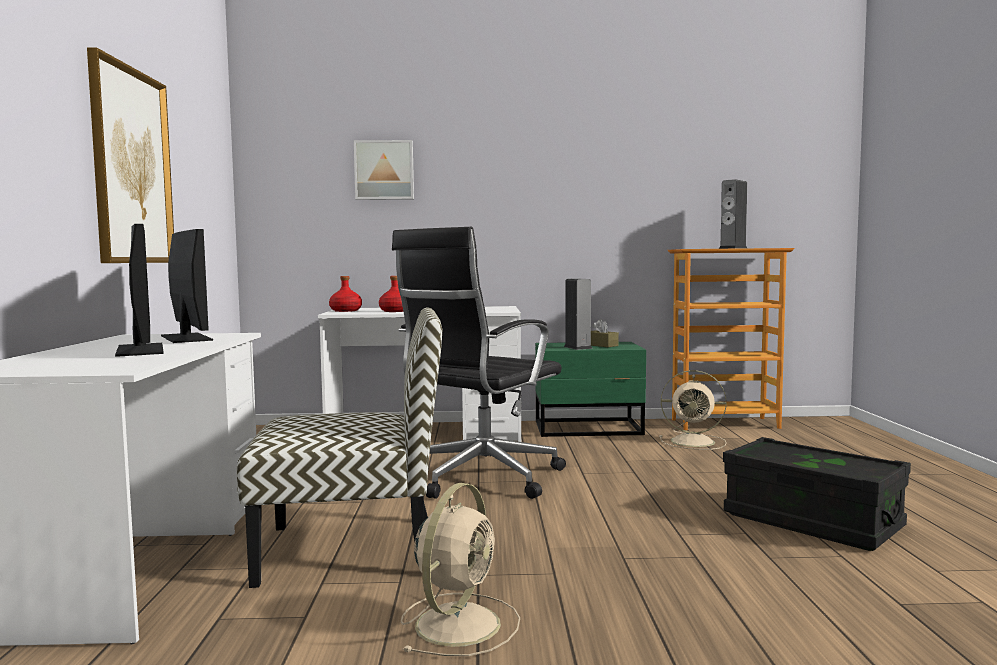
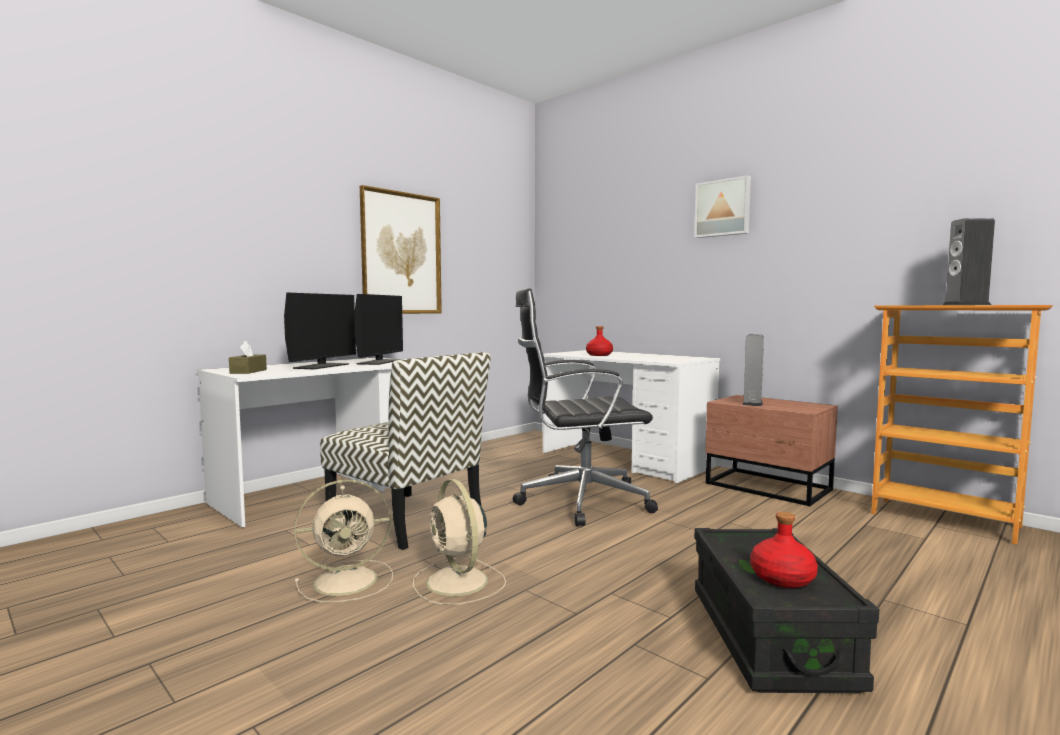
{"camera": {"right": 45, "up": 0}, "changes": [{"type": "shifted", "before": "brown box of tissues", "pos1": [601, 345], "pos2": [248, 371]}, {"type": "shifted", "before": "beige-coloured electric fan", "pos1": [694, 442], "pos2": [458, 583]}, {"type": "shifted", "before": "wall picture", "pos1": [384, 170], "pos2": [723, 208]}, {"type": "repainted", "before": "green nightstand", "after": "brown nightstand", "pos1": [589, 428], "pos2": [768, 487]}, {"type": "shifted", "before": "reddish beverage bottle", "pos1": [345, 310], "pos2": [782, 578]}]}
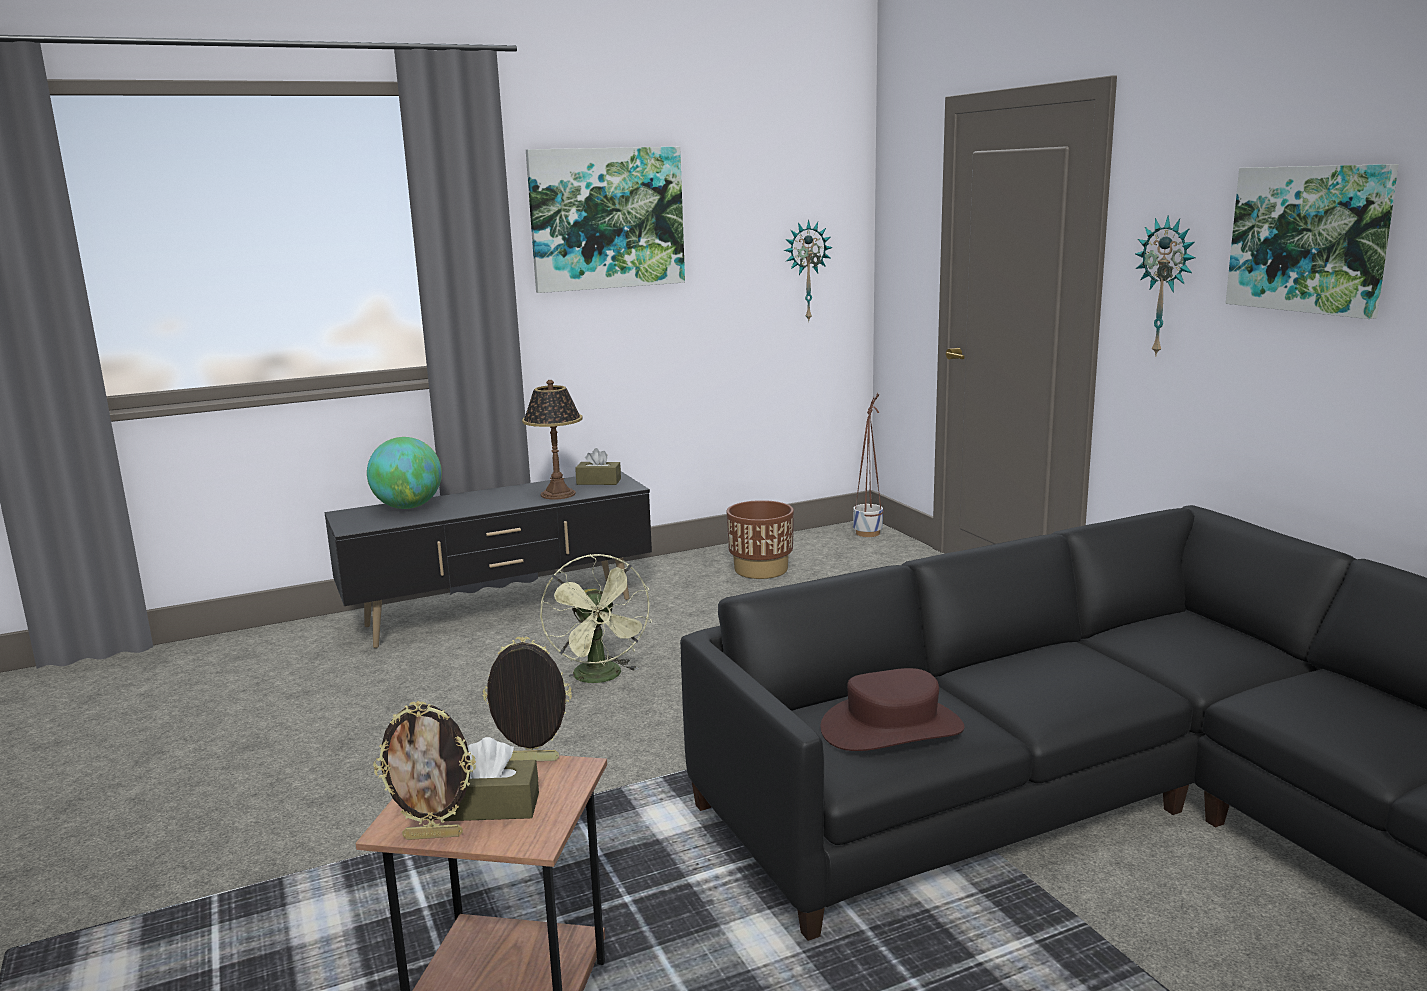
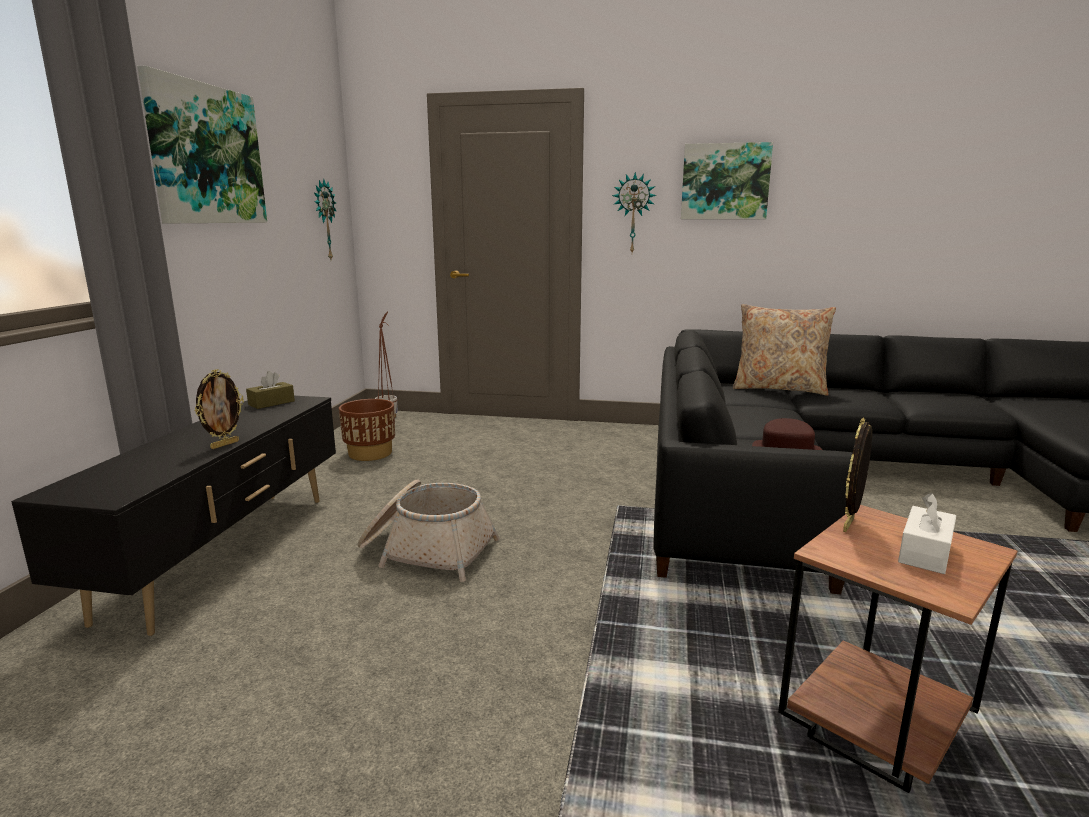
{"camera": {"right": -55, "up": 0}, "changes": [{"type": "shifted", "before": "photo frame", "pos1": [434, 835], "pos2": [224, 444]}, {"type": "swapped", "before": "green electric fan", "after": "household basket", "pos1": [602, 678], "pos2": [426, 550]}, {"type": "new", "after": "beige-coloured cushion", "pos2": [779, 388]}, {"type": "repainted", "before": "brown box of tissues", "after": "whitish box of tissues", "pos1": [492, 807], "pos2": [925, 553]}, {"type": "gone", "before": "globe", "pos1": [408, 507]}, {"type": "gone", "before": "lamp for a table", "pos1": [557, 494]}]}
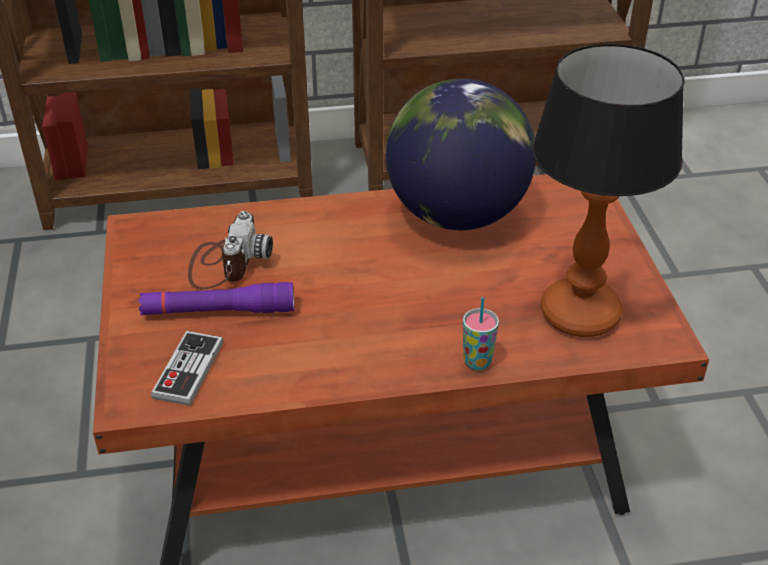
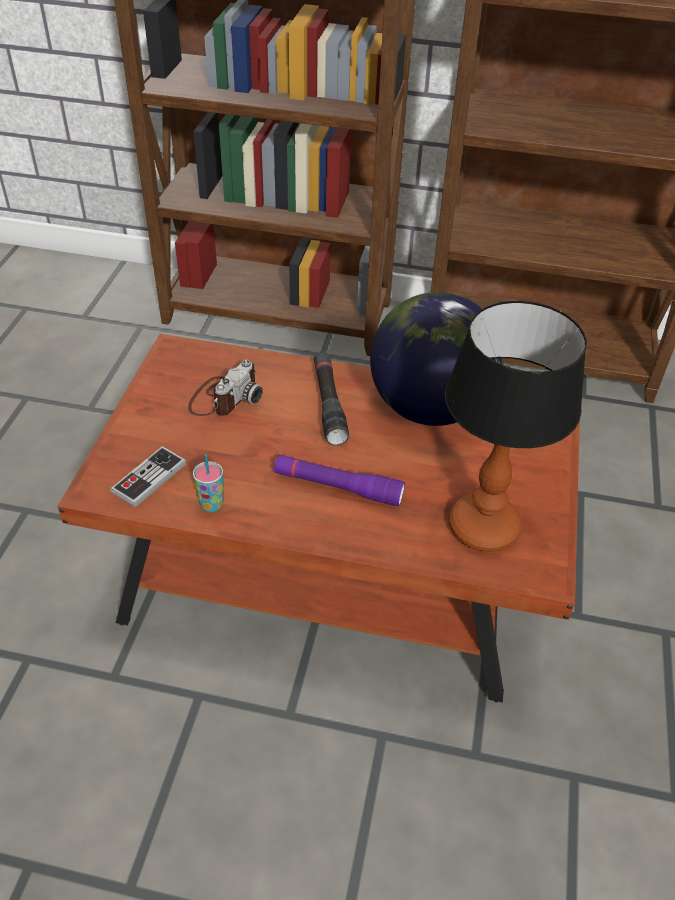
{"camera": {"right": 20, "up": 5}, "changes": [{"type": "shifted", "before": "drinking cup", "pos1": [477, 362], "pos2": [211, 504]}, {"type": "shifted", "before": "purplish torch", "pos1": [218, 311], "pos2": [337, 487]}, {"type": "new", "after": "black-coloured torch", "pos2": [329, 404]}]}
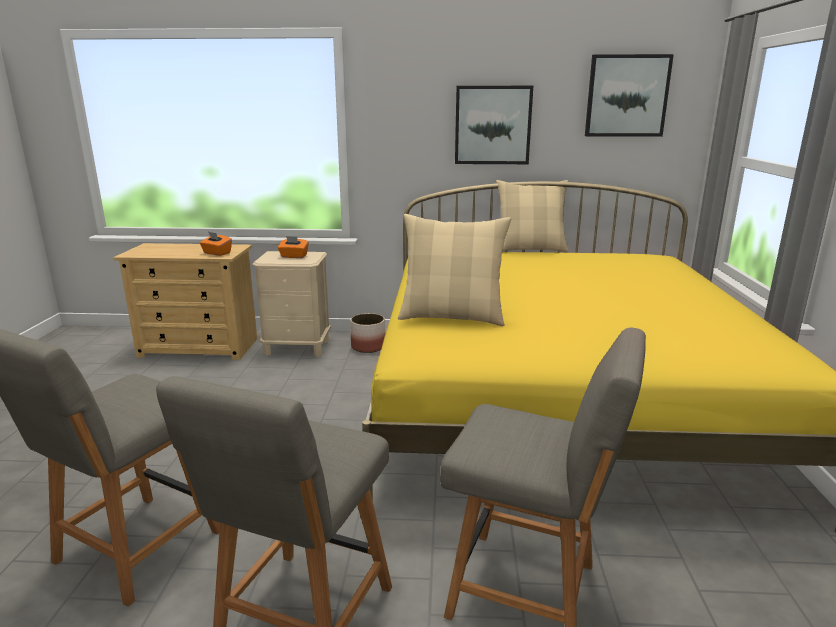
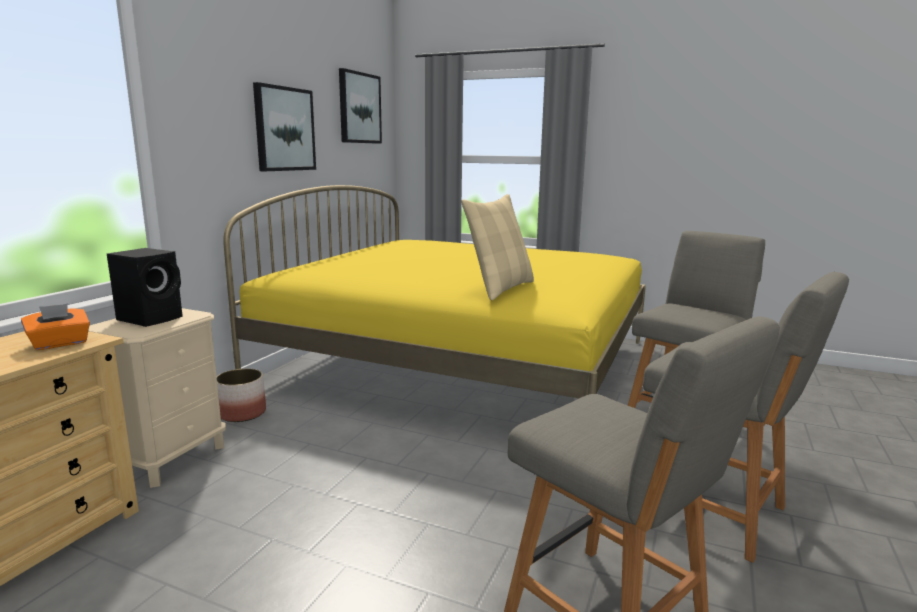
{"camera": {"right": -70, "up": -5}, "changes": [{"type": "swapped", "before": "orange box of tissues", "after": "black-coloured loudspeaker", "pos1": [294, 256], "pos2": [152, 318]}, {"type": "gone", "before": "beige-coloured cushion", "pos1": [530, 249]}]}
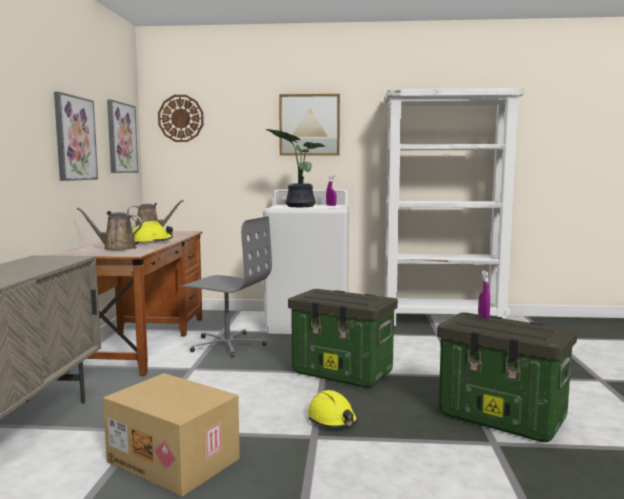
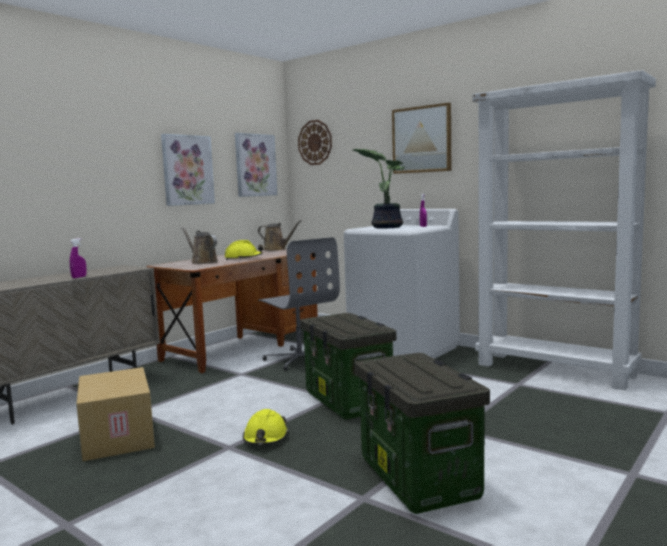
{"camera": {"right": 35, "up": 0}, "changes": [{"type": "shifted", "before": "purplish sprayer", "pos1": [483, 316], "pos2": [79, 277]}]}
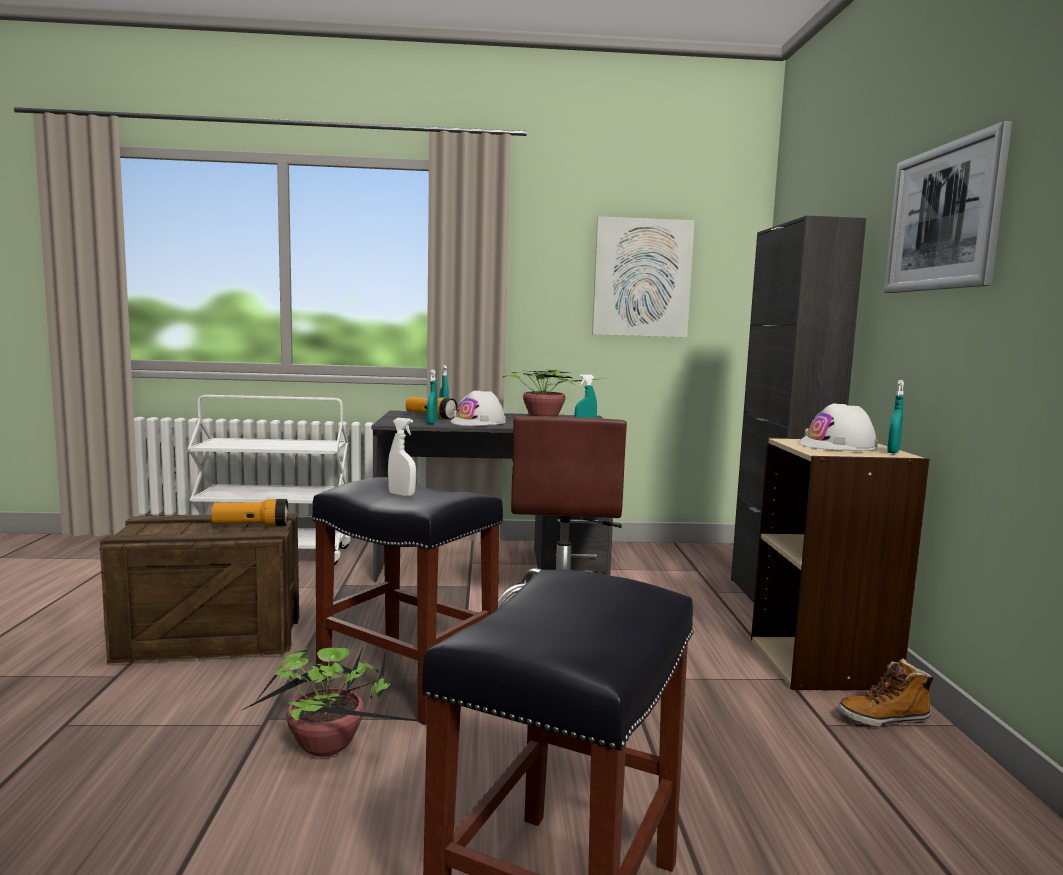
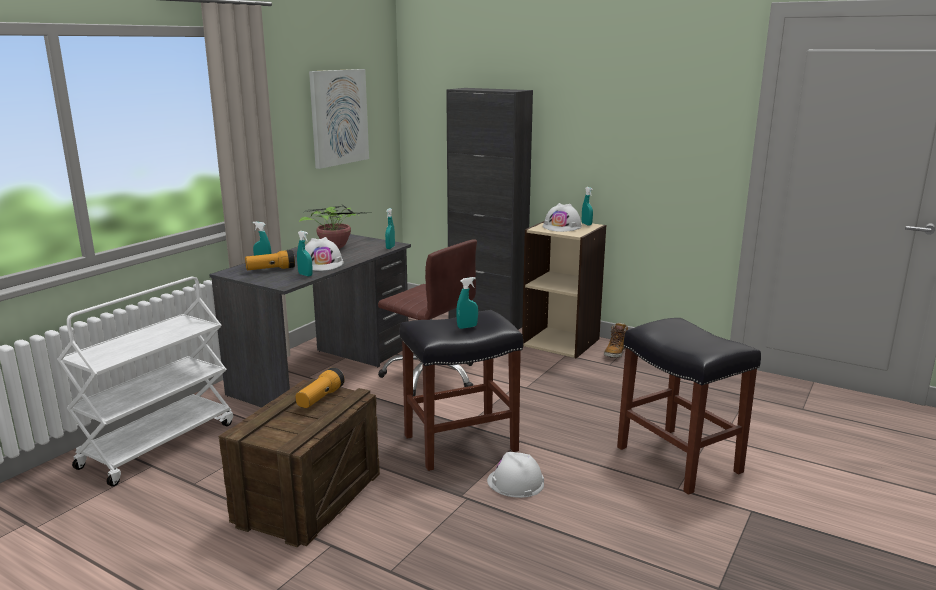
{"camera": {"right": -55, "up": 10}, "changes": [{"type": "repainted", "before": "whitish sprayer", "after": "blue-green sprayer", "pos1": [401, 495], "pos2": [467, 327]}, {"type": "swapped", "before": "plant in a pot", "after": "whitish work helmet", "pos1": [330, 748], "pos2": [515, 482]}, {"type": "gone", "before": "wall picture", "pos1": [943, 218]}]}
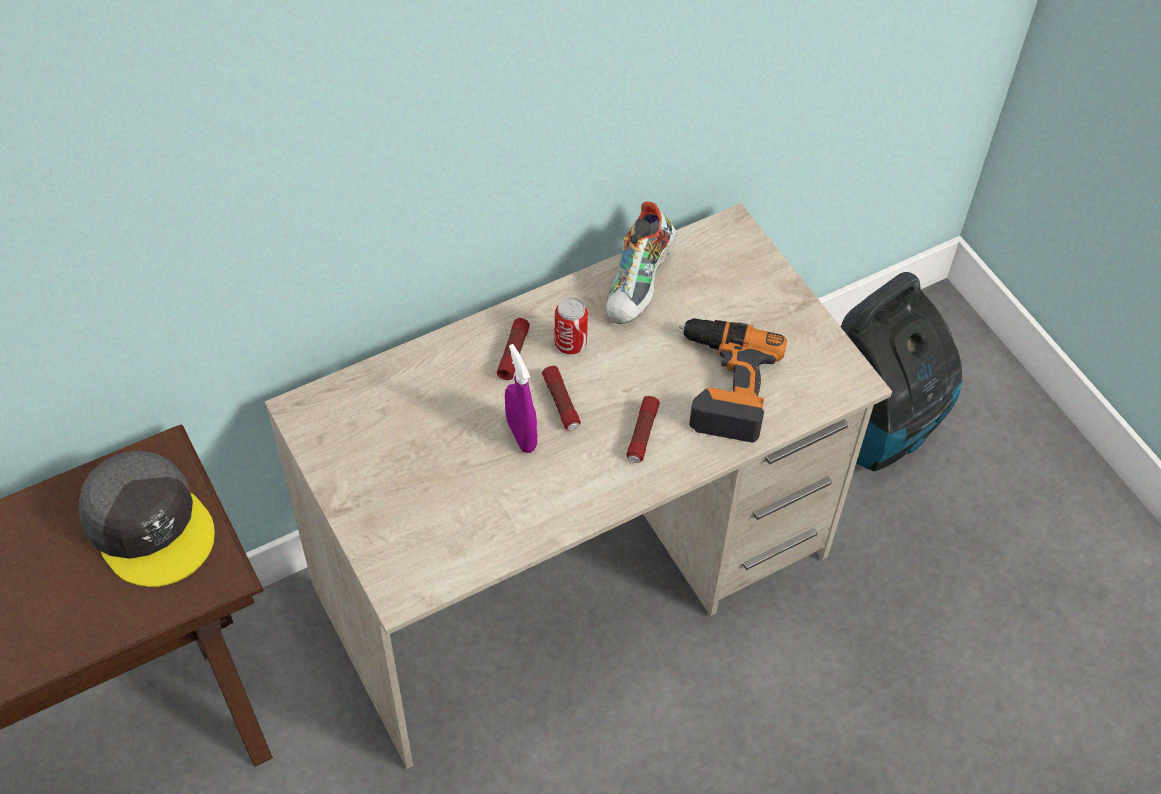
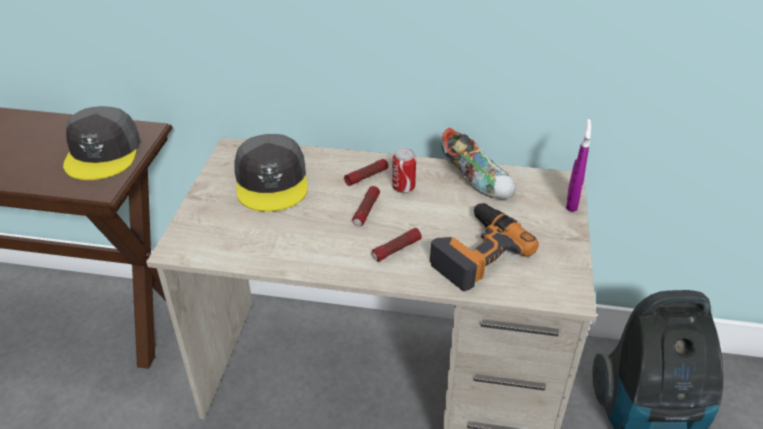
{"camera": {"right": 40, "up": -15}, "changes": [{"type": "new", "after": "gray peaked cap", "pos2": [272, 181]}, {"type": "rotated", "before": "item of footwear", "pos1": [640, 285], "pos2": [476, 181], "turn": -105}, {"type": "shifted", "before": "purplish sprayer", "pos1": [521, 435], "pos2": [572, 202]}]}
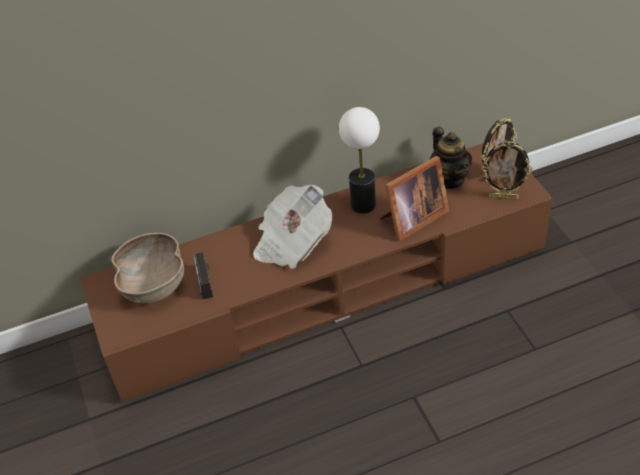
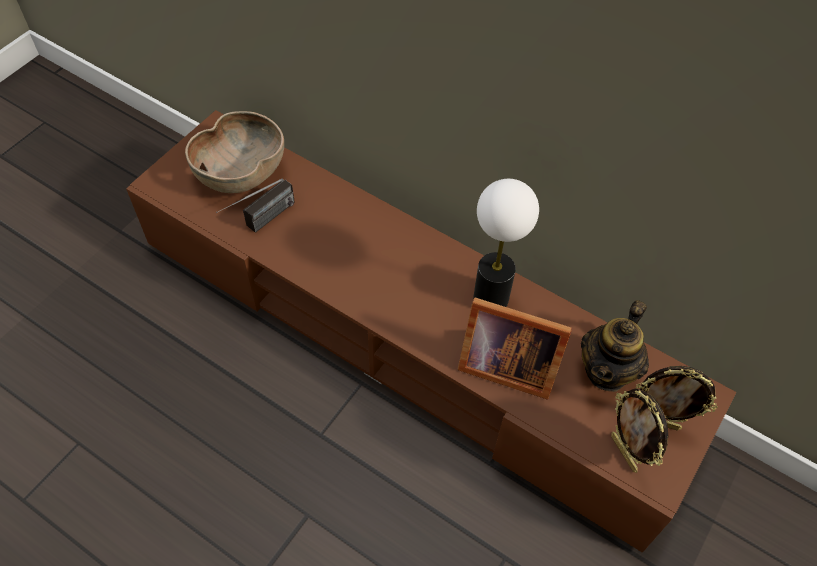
{"camera": {"right": 50, "up": 10}, "changes": [{"type": "gone", "before": "newspaper", "pos1": [292, 242]}]}
